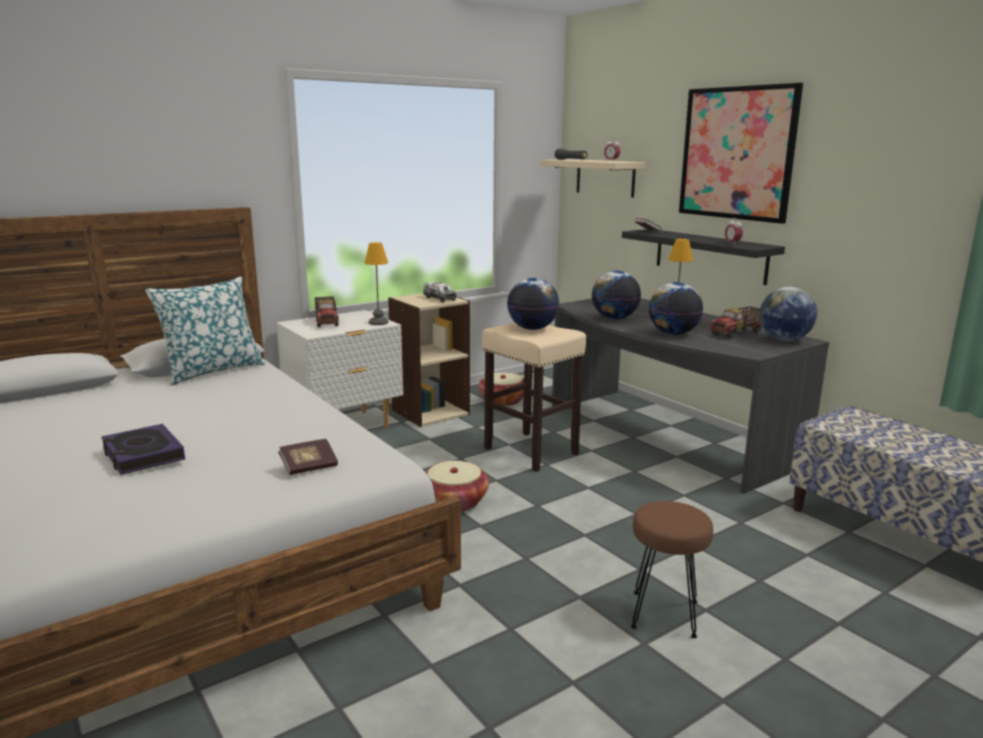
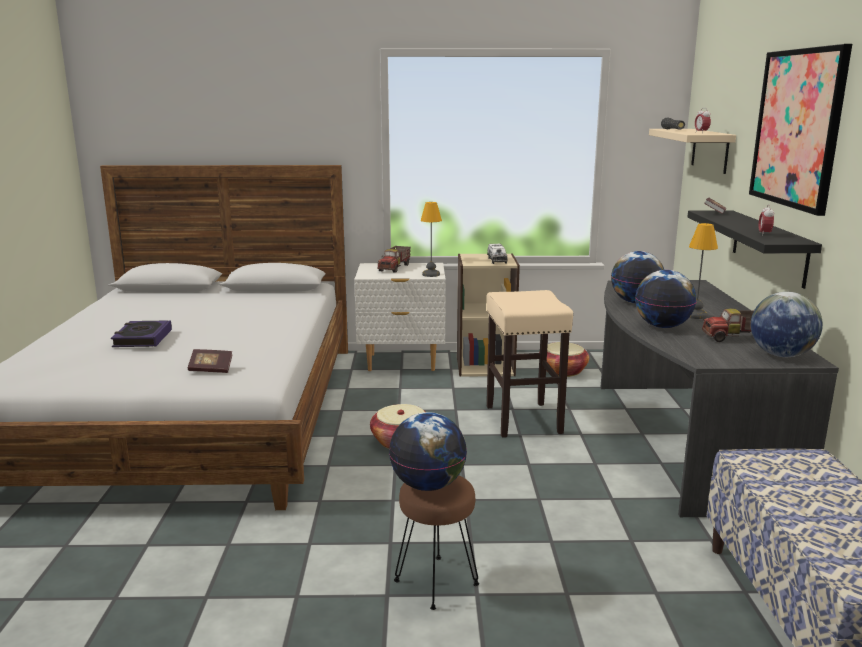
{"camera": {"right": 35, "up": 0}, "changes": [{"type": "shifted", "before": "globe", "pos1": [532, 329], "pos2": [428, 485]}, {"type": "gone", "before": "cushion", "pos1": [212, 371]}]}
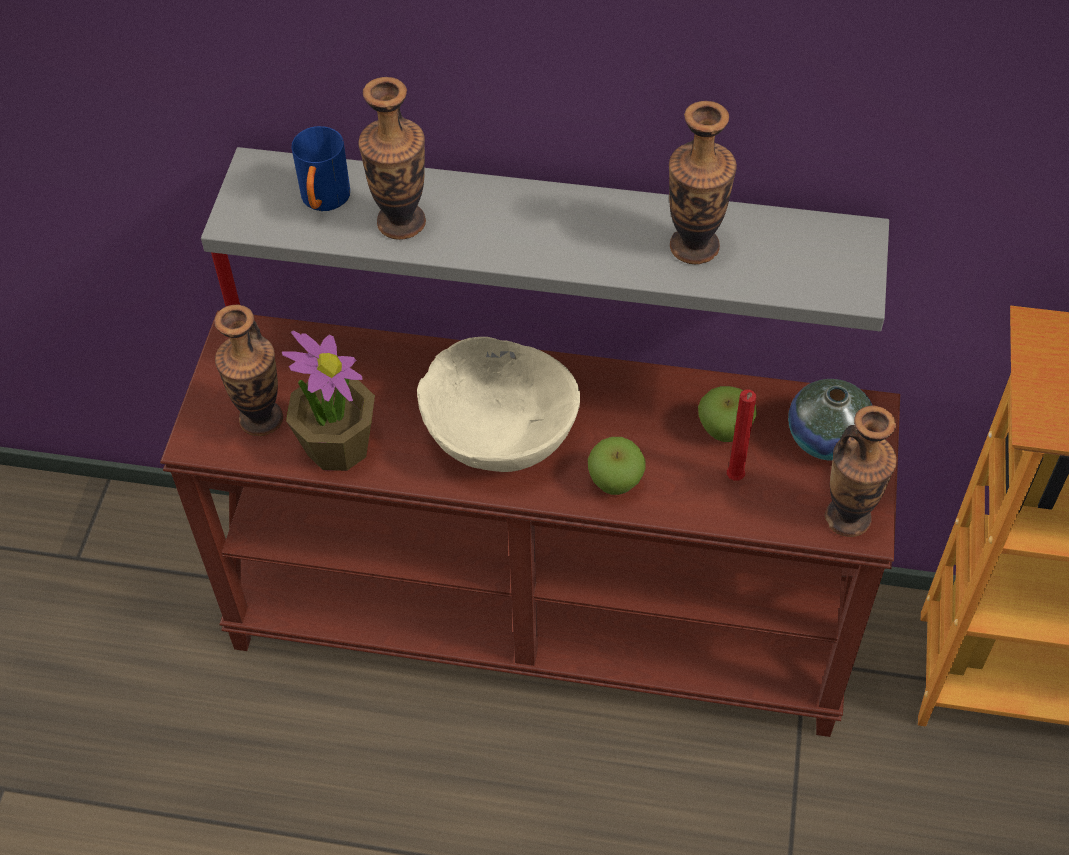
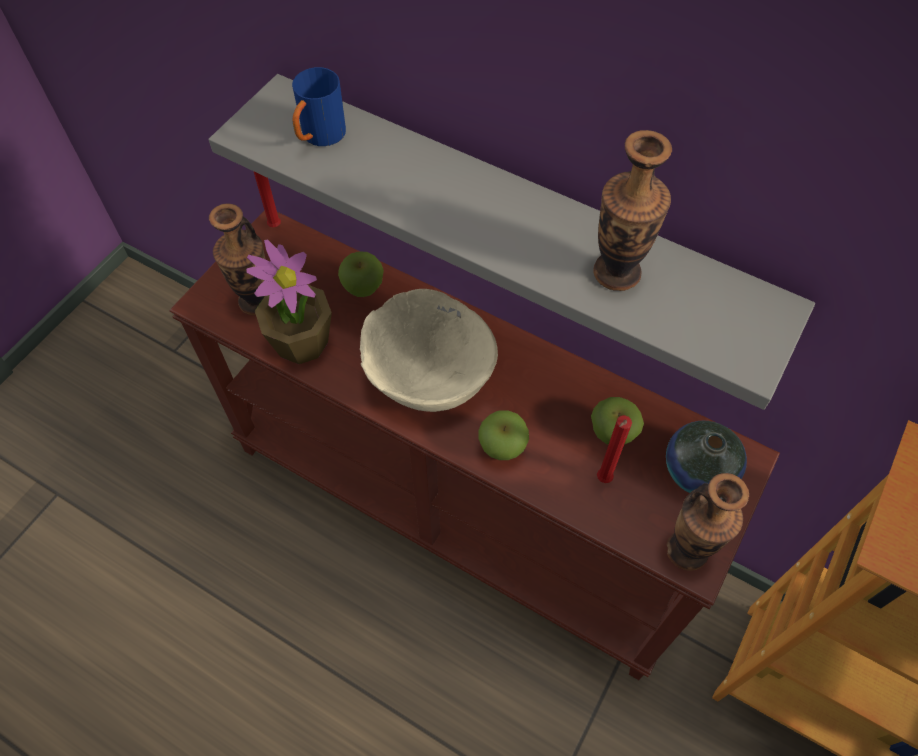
{"camera": {"right": 20, "up": 5}, "changes": [{"type": "new", "after": "whole apple", "pos2": [363, 288]}, {"type": "gone", "before": "vase", "pos1": [401, 222]}]}
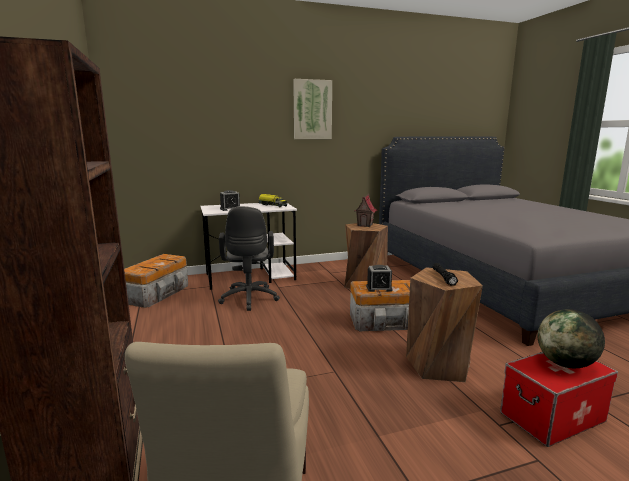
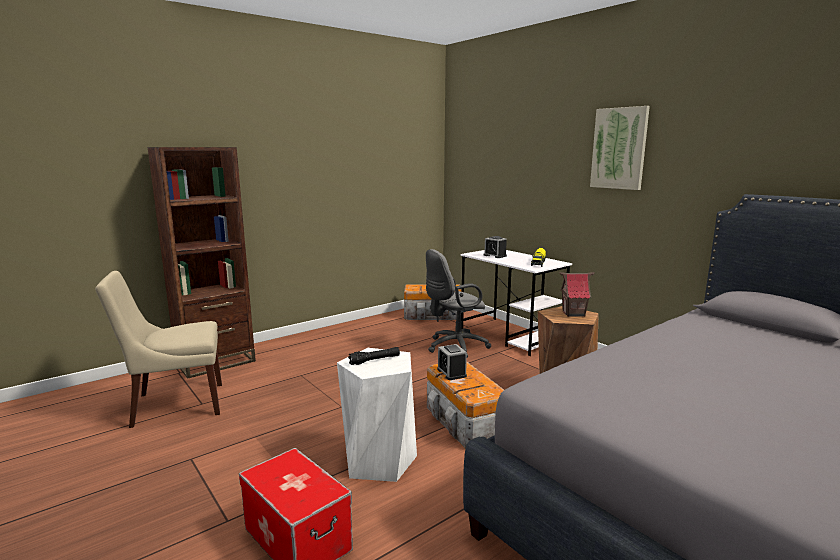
{"camera": {"right": 70, "up": 0}, "changes": [{"type": "repainted", "before": "brown stool seat", "after": "whitish stool seat", "pos1": [439, 364], "pos2": [379, 460]}, {"type": "gone", "before": "globe", "pos1": [565, 364]}]}
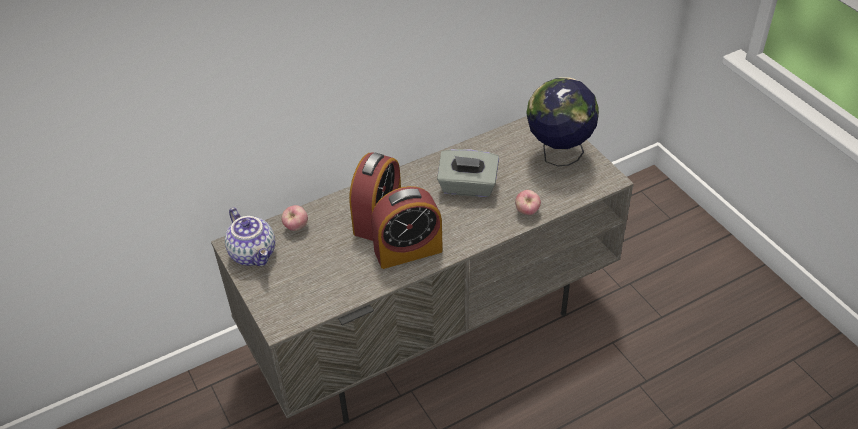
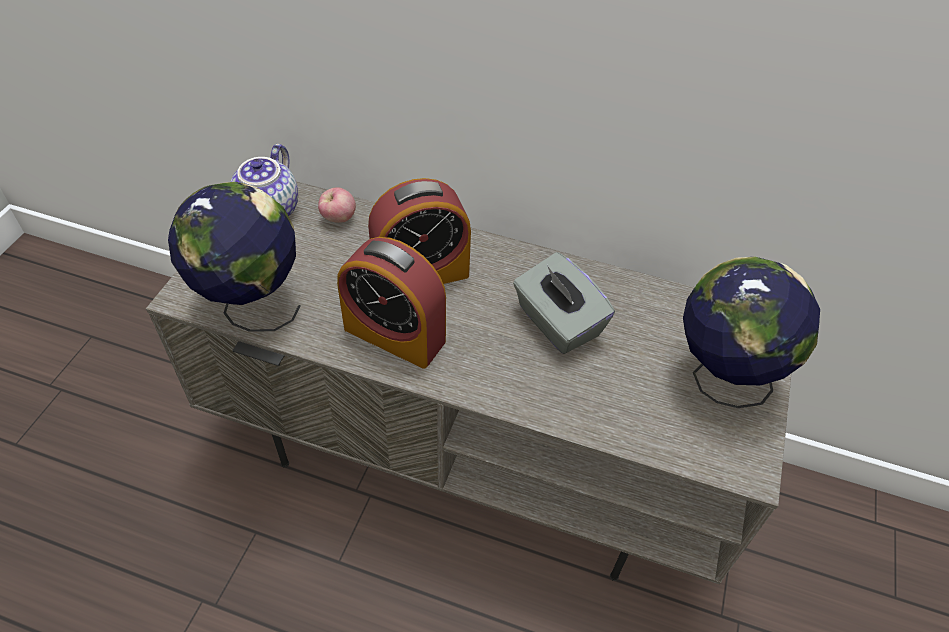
{"camera": {"right": 45, "up": 5}, "changes": [{"type": "new", "after": "globe", "pos2": [251, 305]}, {"type": "gone", "before": "whole apple", "pos1": [527, 212]}]}
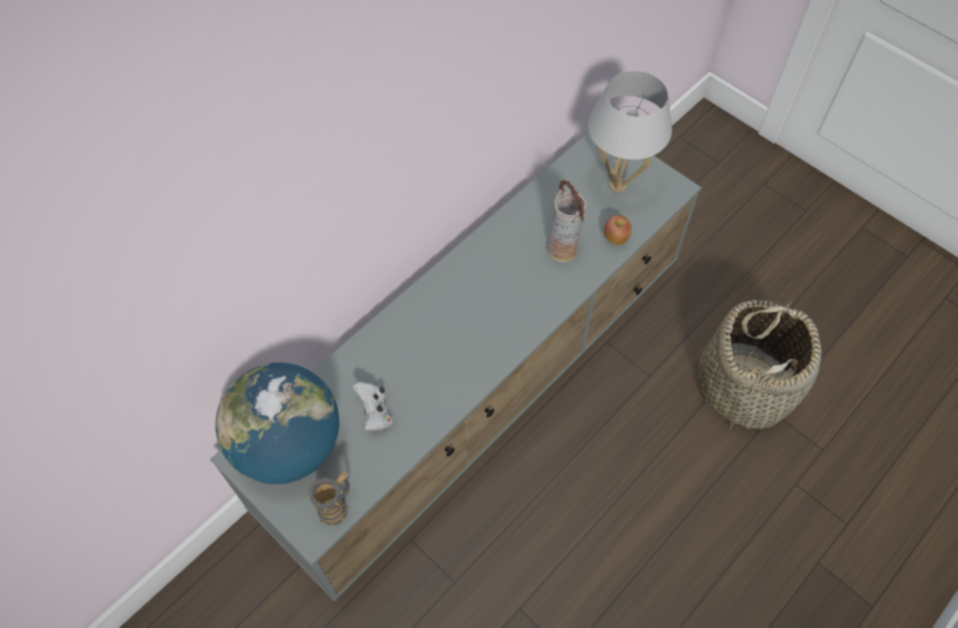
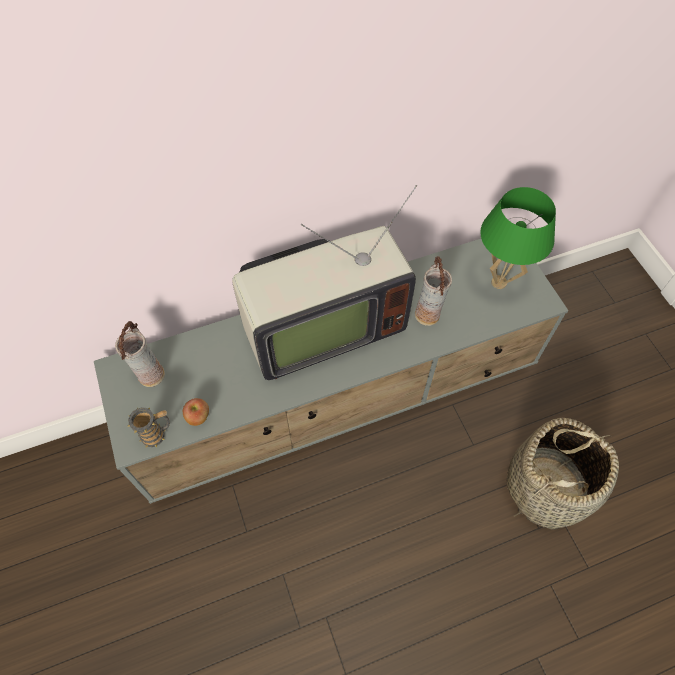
{"camera": {"right": 25, "up": 0}, "changes": [{"type": "swapped", "before": "globe", "after": "vase", "pos1": [289, 445], "pos2": [150, 375]}, {"type": "shifted", "before": "whole apple", "pos1": [616, 238], "pos2": [198, 417]}, {"type": "new", "after": "television", "pos2": [320, 328]}, {"type": "repainted", "before": "whitish lamp for a table", "after": "green lamp for a table", "pos1": [618, 185], "pos2": [499, 282]}, {"type": "gone", "before": "whitish gamepad", "pos1": [375, 413]}]}
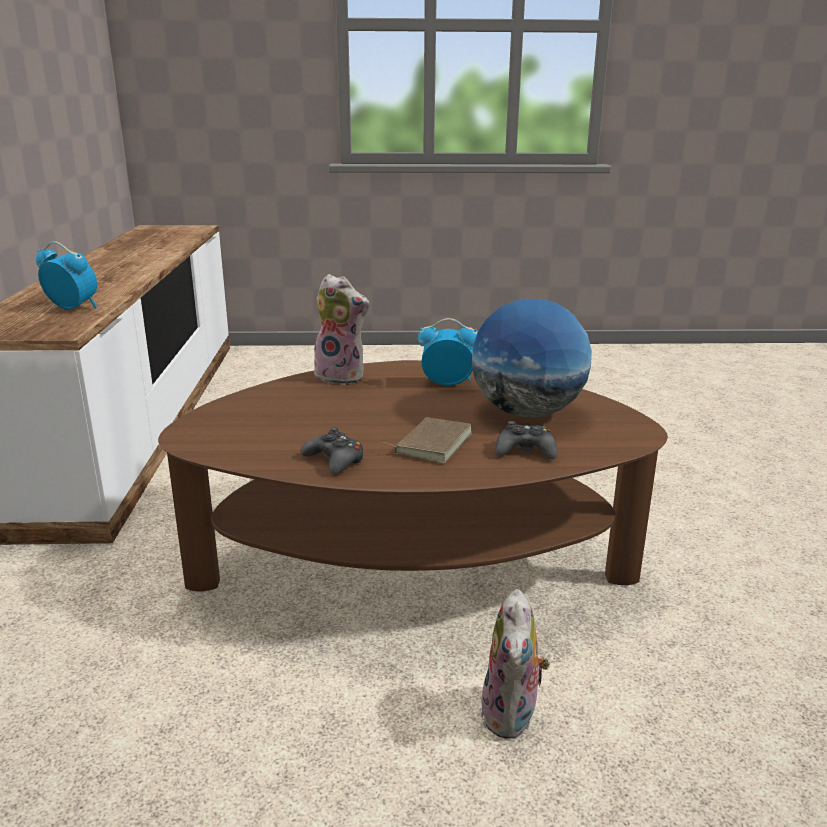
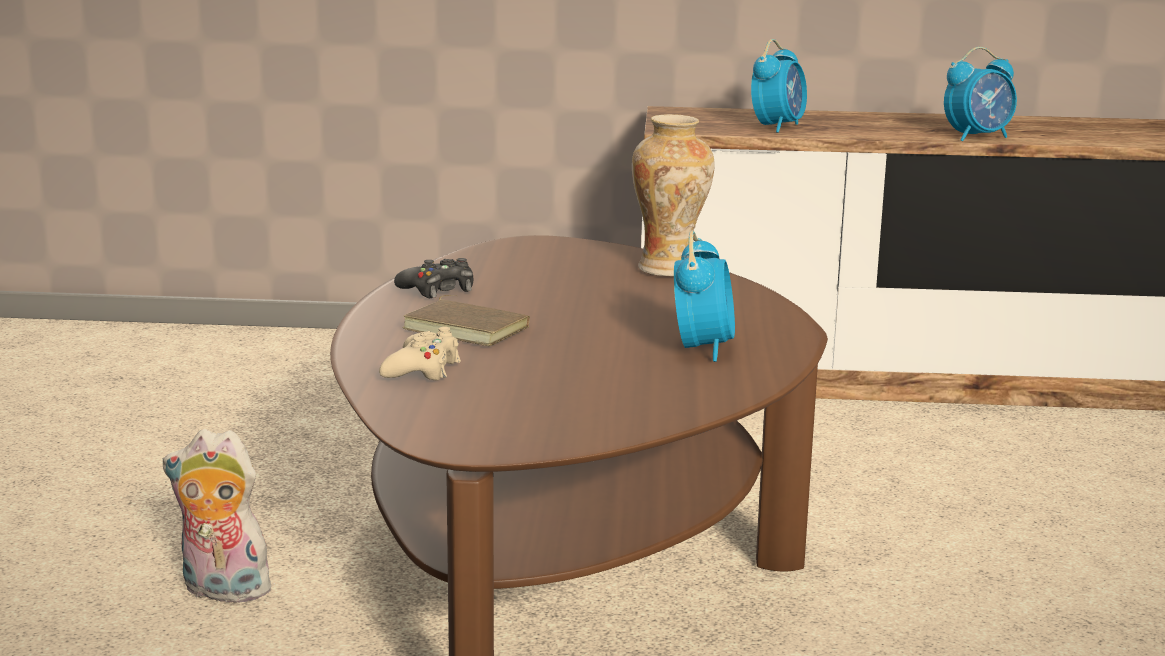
{"camera": {"right": 95, "up": -5}, "changes": [{"type": "repainted", "before": "black-coloured gamepad", "after": "beige-coloured gamepad", "pos1": [525, 451], "pos2": [422, 369]}, {"type": "new", "after": "vase", "pos2": [669, 269]}, {"type": "new", "after": "alarm clock", "pos2": [978, 137]}, {"type": "gone", "before": "plush toy", "pos1": [342, 376]}, {"type": "gone", "before": "globe", "pos1": [527, 413]}]}
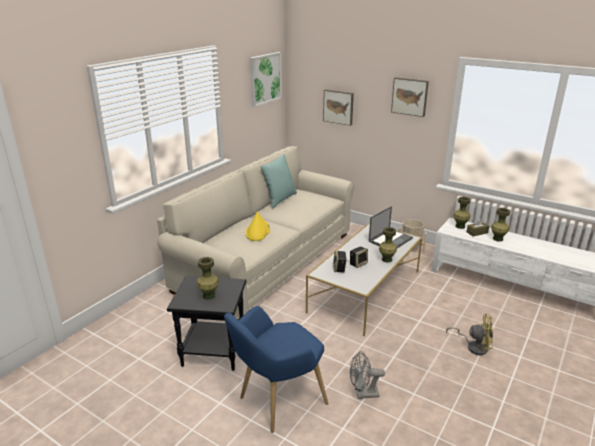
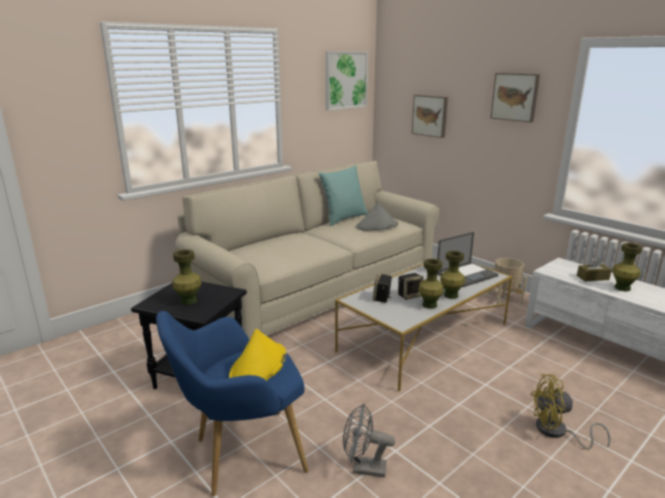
{"camera": {"right": 15, "up": -5}, "changes": [{"type": "shifted", "before": "yellow wearable hat", "pos1": [258, 231], "pos2": [258, 366]}, {"type": "new", "after": "gray wearable hat", "pos2": [377, 226]}, {"type": "shifted", "before": "green vase", "pos1": [460, 226], "pos2": [429, 305]}, {"type": "rotated", "before": "yellow electric fan", "pos1": [474, 346], "pos2": [557, 432], "turn": 150}]}
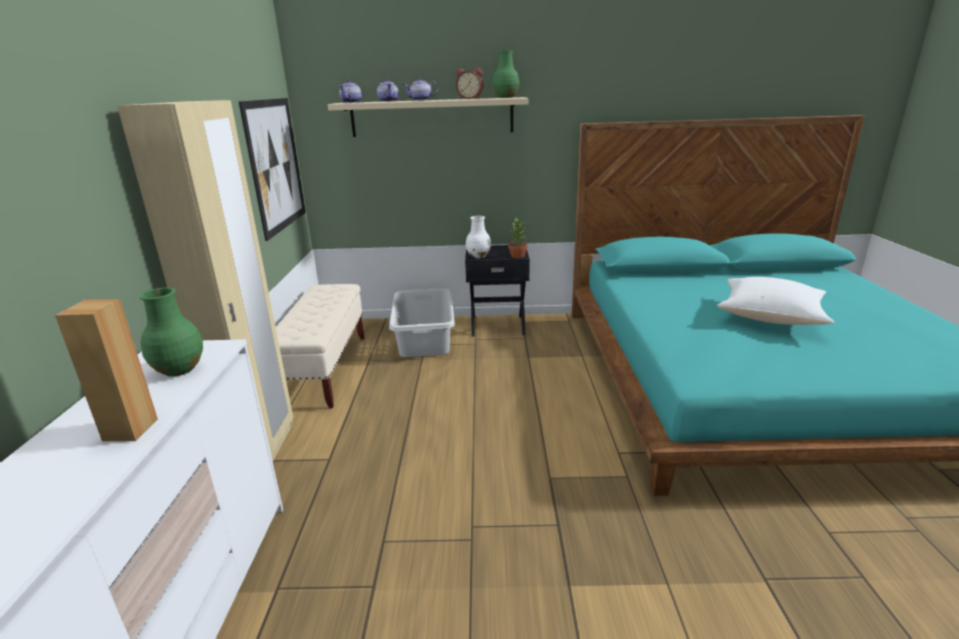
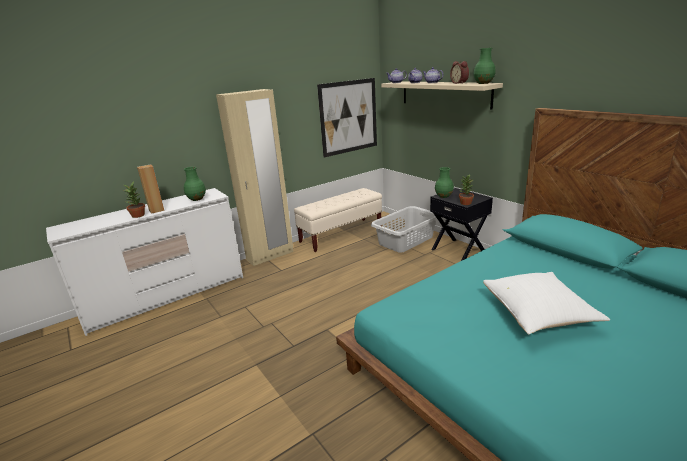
{"camera": {"right": 55, "up": 0}, "changes": [{"type": "new", "after": "plant in a pot", "pos2": [138, 215]}, {"type": "repainted", "before": "whitish vase", "after": "green vase", "pos1": [478, 256], "pos2": [444, 196]}]}
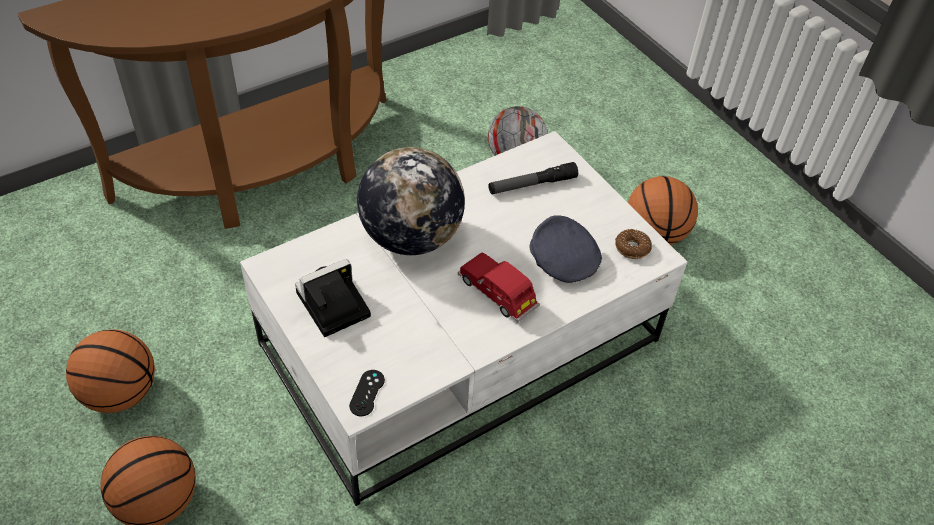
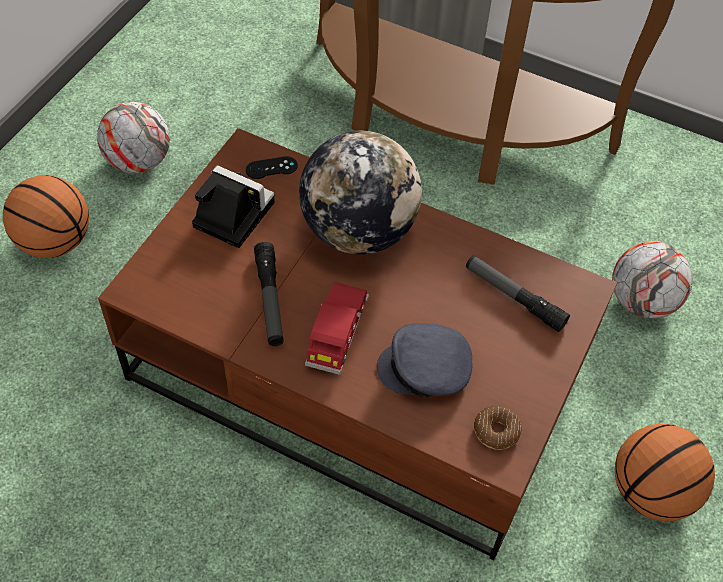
{"camera": {"right": 60, "up": 5}, "changes": [{"type": "swapped", "before": "ball for basketball", "after": "ball for football", "pos1": [121, 393], "pos2": [138, 161]}, {"type": "repainted", "before": "whitish low table", "after": "brown low table", "pos1": [459, 344], "pos2": [353, 372]}, {"type": "shifted", "before": "black-coloured gamepad", "pos1": [367, 393], "pos2": [271, 168]}, {"type": "new", "after": "torch", "pos2": [270, 299]}, {"type": "rotated", "before": "gray peaked cap", "pos1": [561, 259], "pos2": [426, 370], "turn": -120}]}
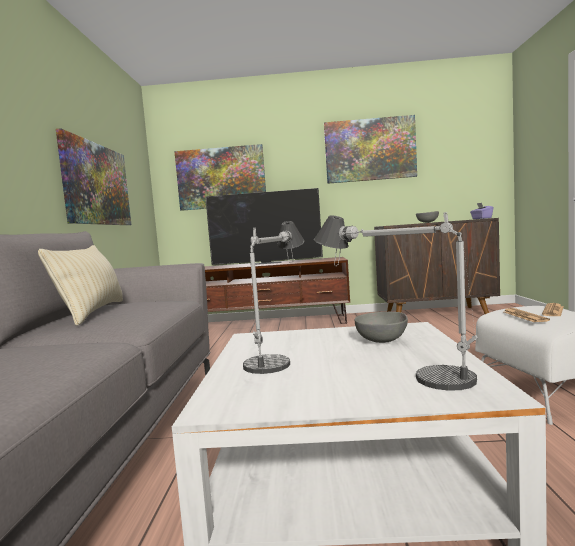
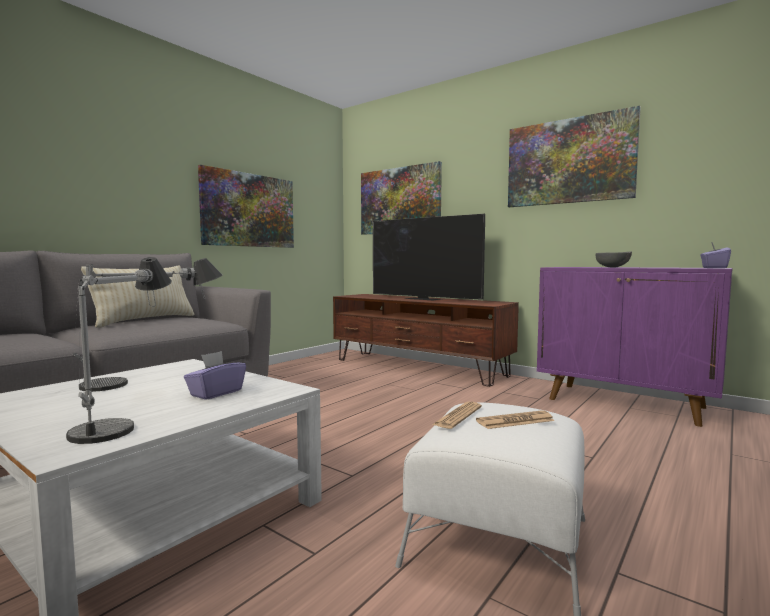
{"camera": {"right": 35, "up": 0}, "changes": [{"type": "swapped", "before": "gray bowl", "after": "purplish box of tissues", "pos1": [383, 341], "pos2": [216, 393]}, {"type": "repainted", "before": "brown cabinet", "after": "purplish cabinet", "pos1": [436, 314], "pos2": [626, 403]}]}
